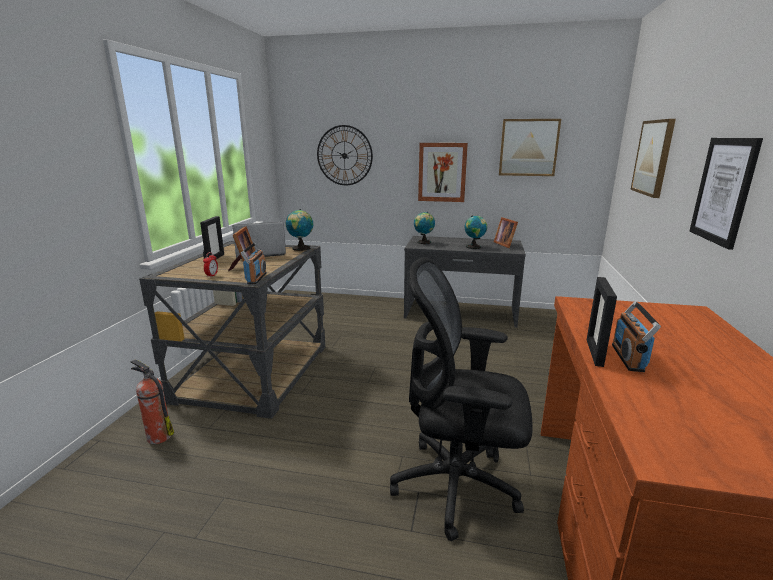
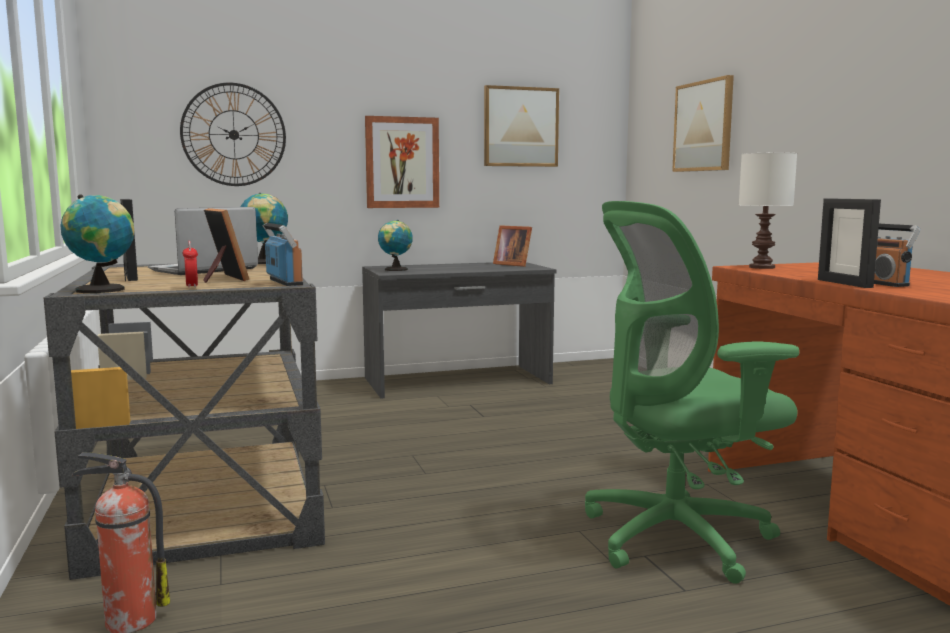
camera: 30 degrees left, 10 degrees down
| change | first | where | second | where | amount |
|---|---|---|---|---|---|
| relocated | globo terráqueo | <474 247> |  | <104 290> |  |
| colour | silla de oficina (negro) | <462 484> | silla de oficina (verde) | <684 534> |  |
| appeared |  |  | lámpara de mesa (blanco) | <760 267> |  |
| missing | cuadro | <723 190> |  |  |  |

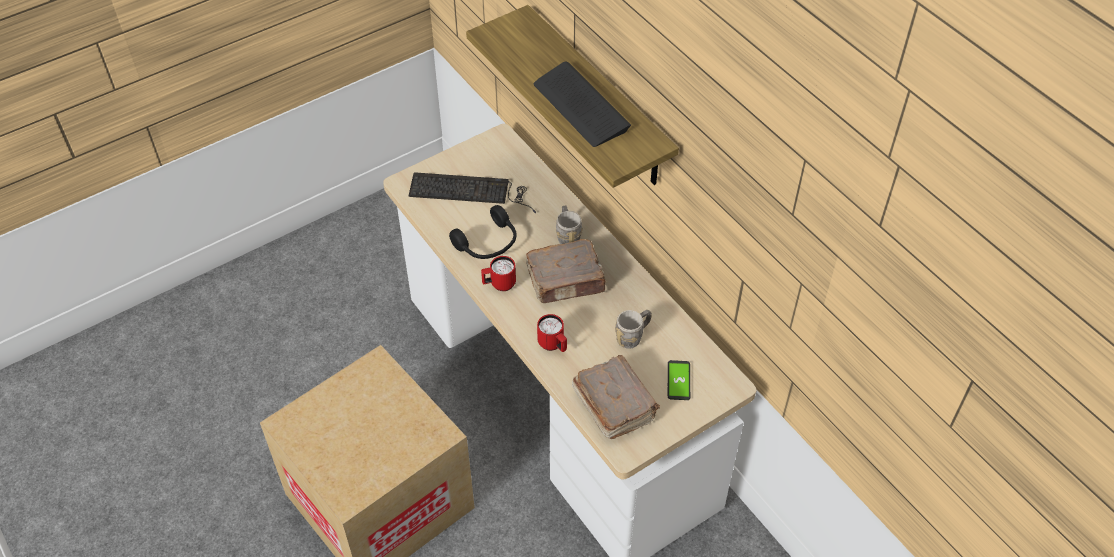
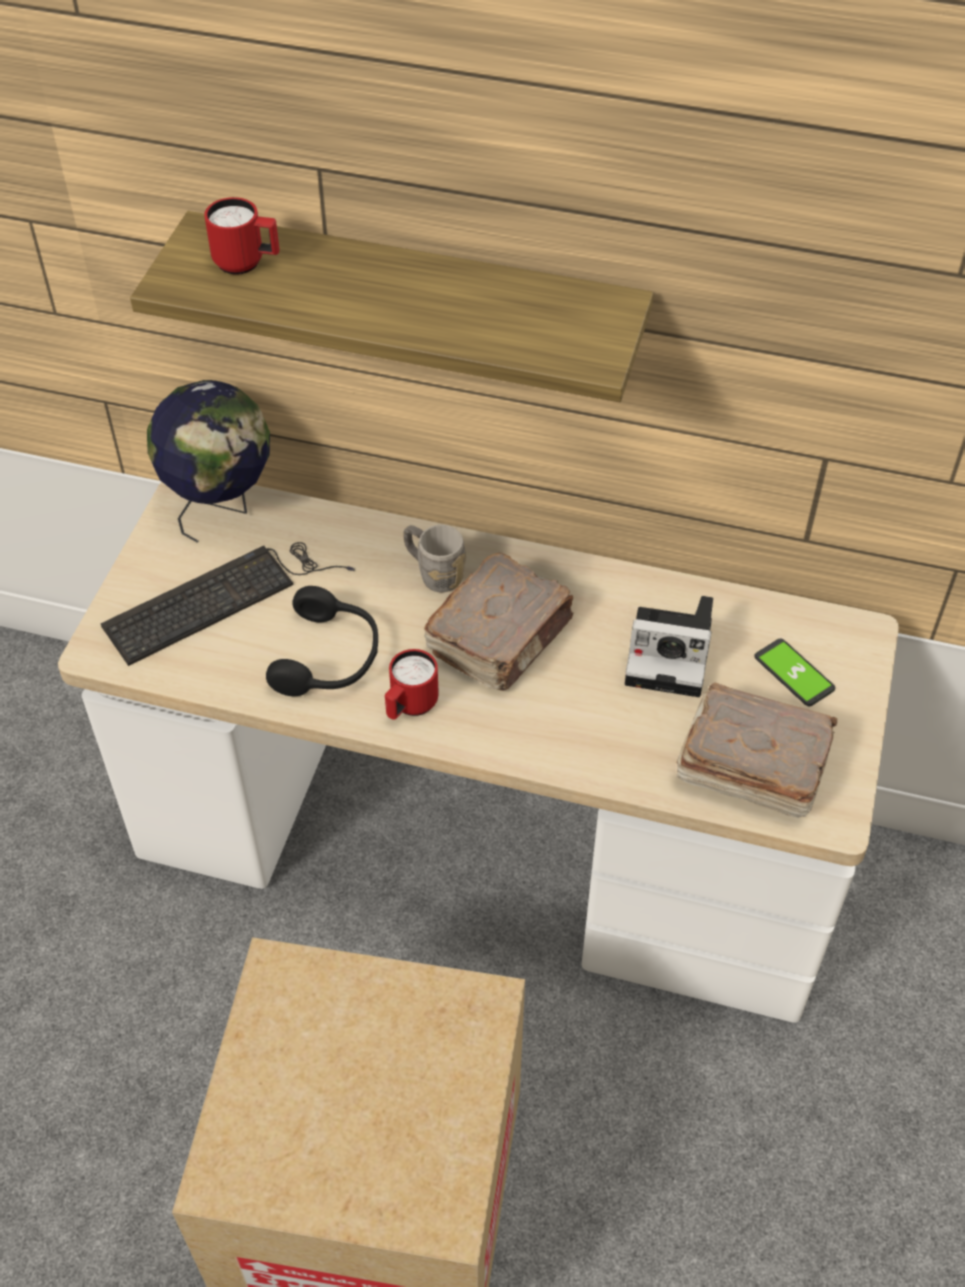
camera: 40 degrees left, 0 degrees up
| change | first | where | second | where | amount |
|---|---|---|---|---|---|
| appeared |  |  | globo terráqueo | <221 508> |  |
| relocated | taza grande (rojo) | <553 345> |  | <247 263> |  |
| exchanged | taza grande (gris) | <633 336> | cámara | <672 654> |  |
| missing | teclado | <580 106> |  |  |  |

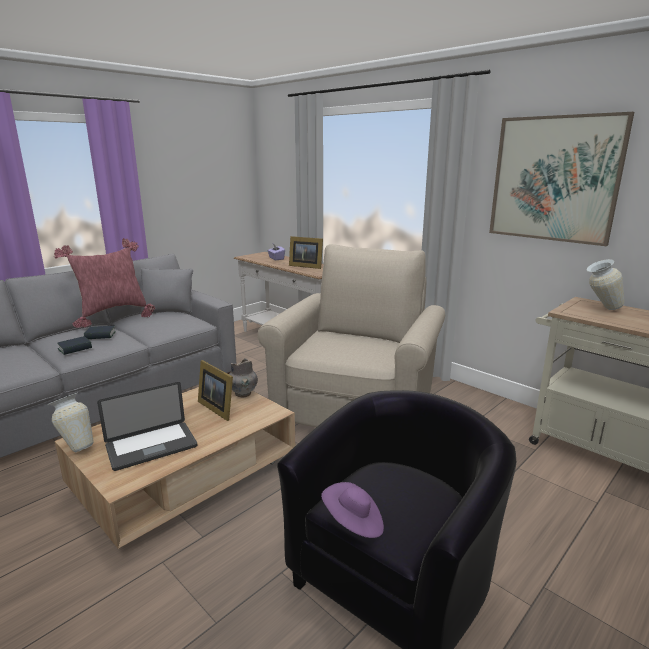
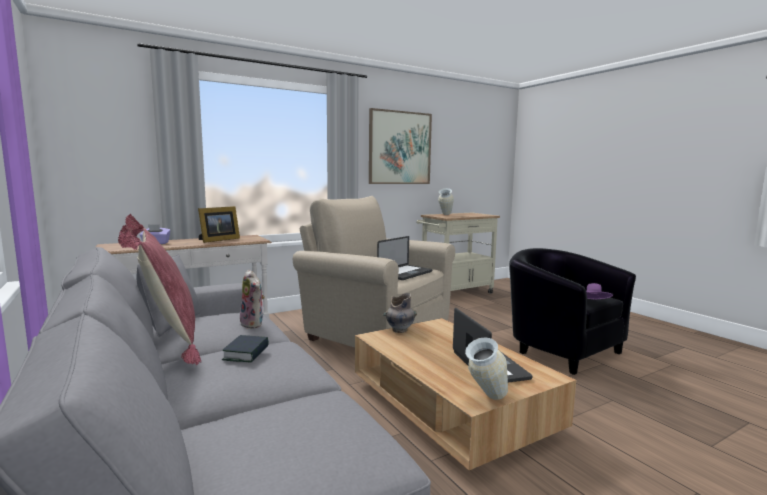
camera: 75 degrees left, 10 degrees down
| change | first | where | second | where | amount |
|---|---|---|---|---|---|
| appeared |  |  | peluche | <254 324> |  |
| appeared |  |  | portátil | <405 273> |  |
| missing | libro | <75 348> |  |  |  |
| missing | portarretratos | <217 407> |  |  |  |

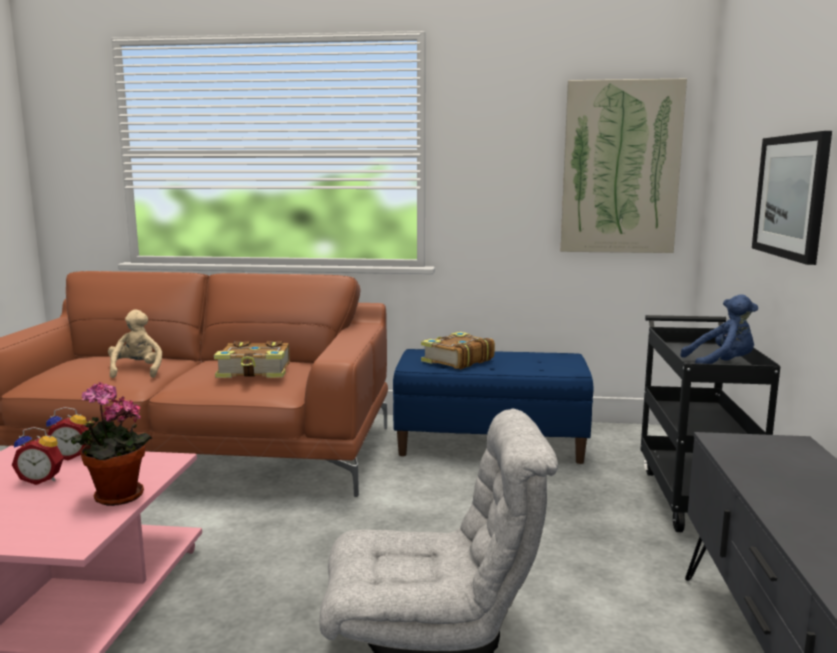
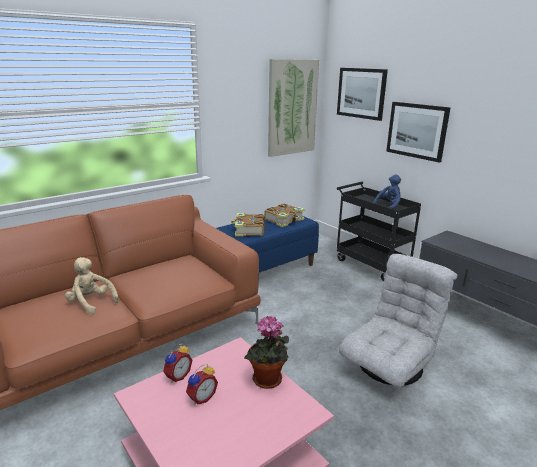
camera: 45 degrees left, 10 degrees up
| change | first | where | second | where | amount |
|---|---|---|---|---|---|
| relocated | libro | <255 371> |  | <284 220> |  |
| appeared |  |  | cuadro | <361 93> |  |

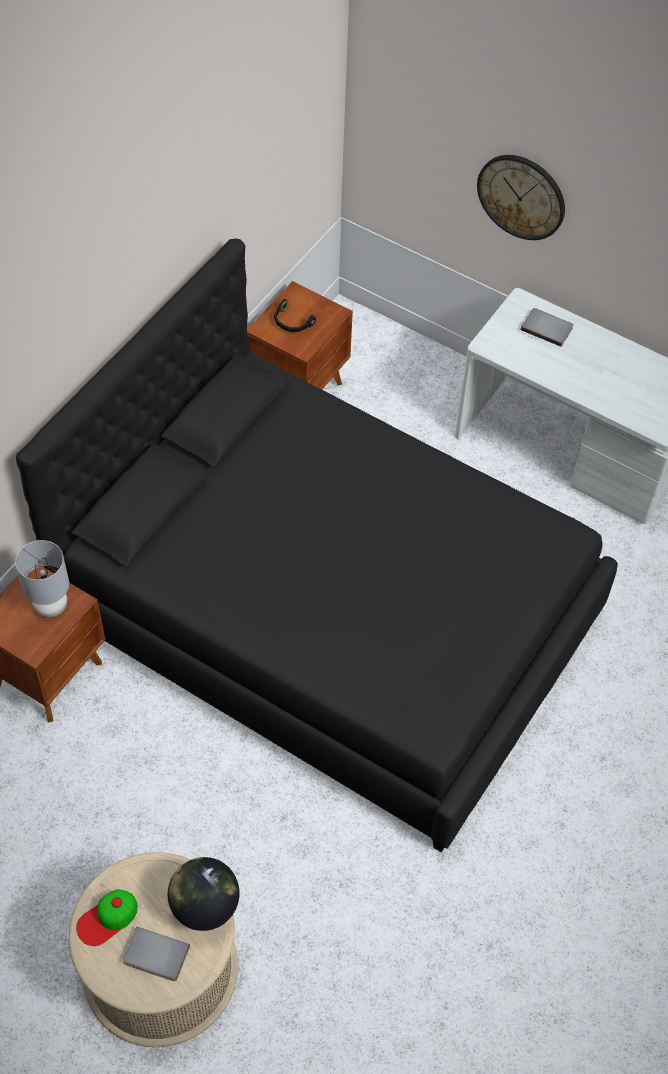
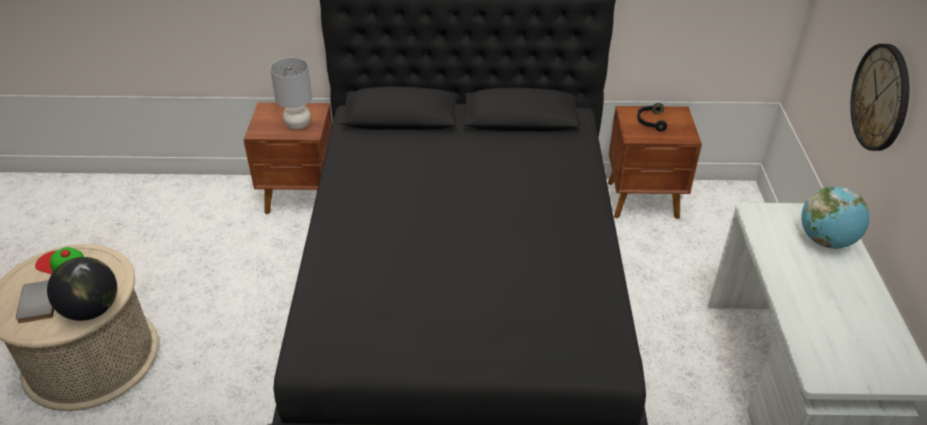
camera: 60 degrees right, 15 degrees down
| change | first | where | second | where | amount |
|---|---|---|---|---|---|
| exchanged | libro (gris) | <547 327> | globo terráqueo | <826 241> |  |

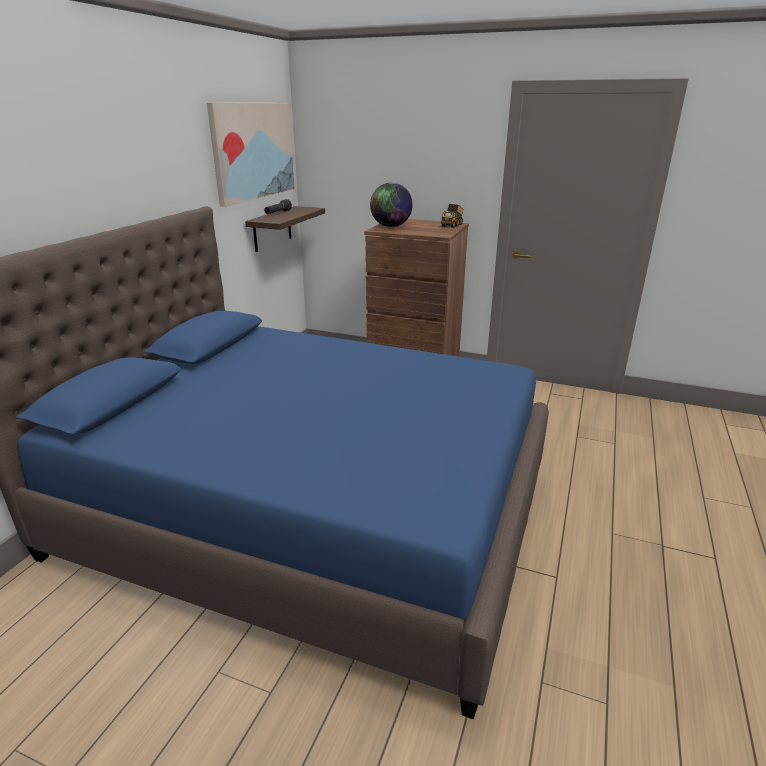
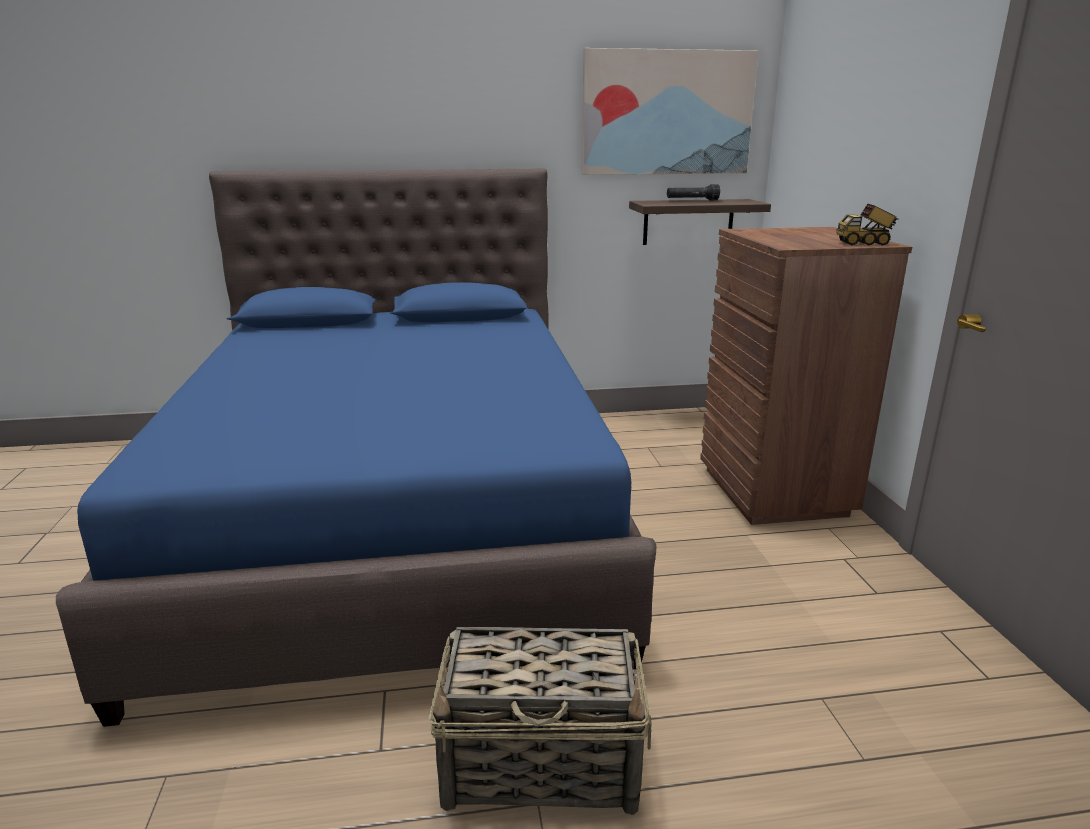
camera: 60 degrees right, 5 degrees down
| change | first | where | second | where | amount |
|---|---|---|---|---|---|
| appeared |  |  | cesta | <543 764> |  |
| missing | globo terráqueo | <391 226> |  |  |  |

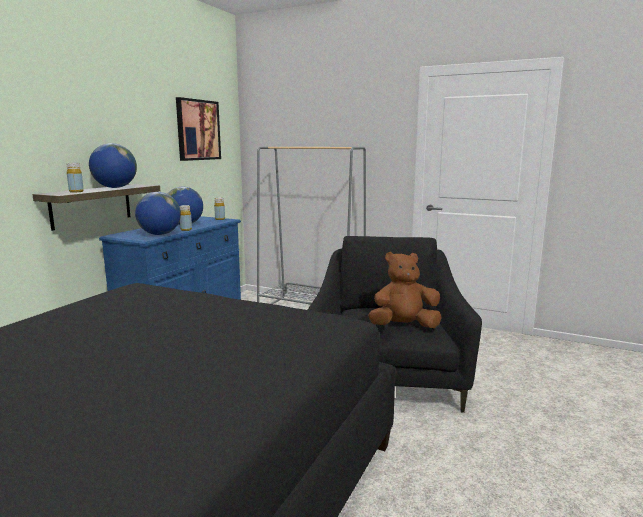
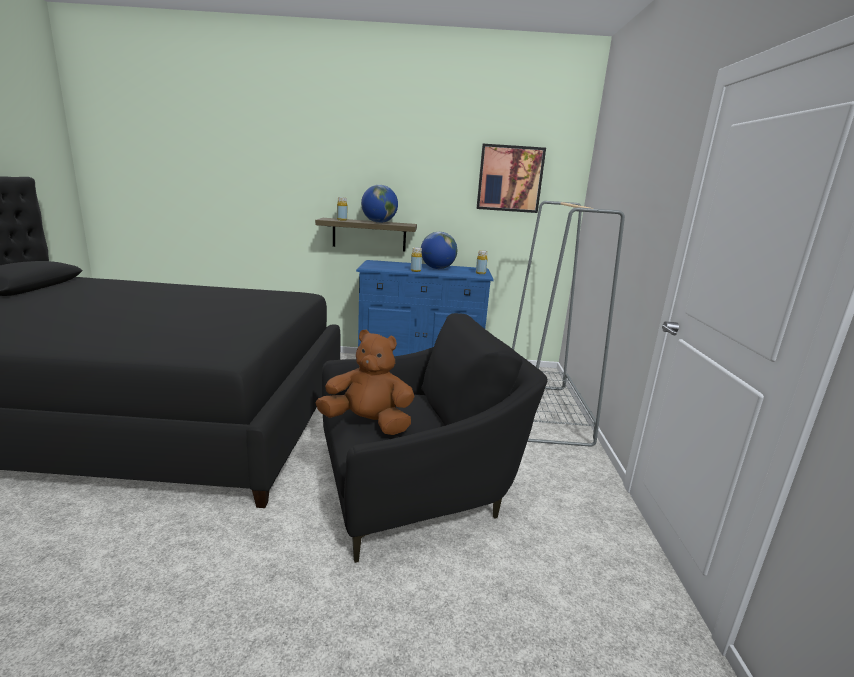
camera: 65 degrees right, 5 degrees up
| change | first | where | second | where | amount |
|---|---|---|---|---|---|
| spun | peluche (marrón) | <403 326> |  | <368 424> | 45 degrees counterclockwise |
| missing | globo terráqueo | <160 234> |  |  |  |

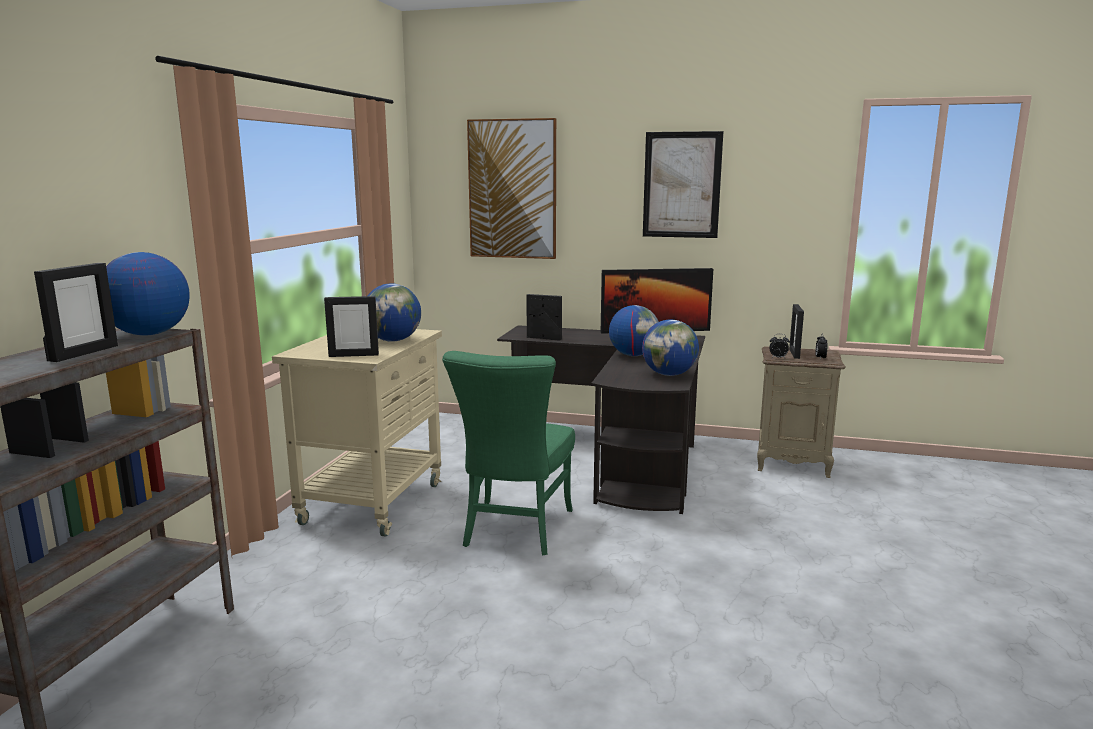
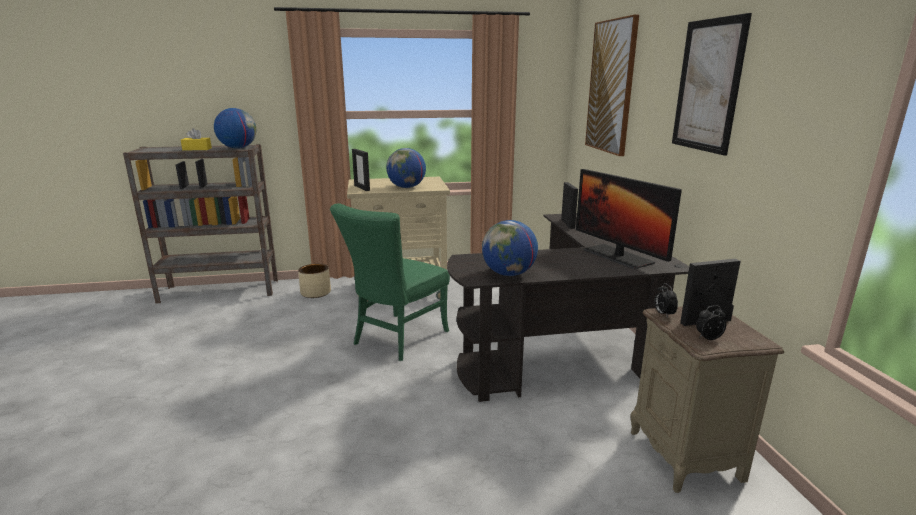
camera: 65 degrees right, 5 degrees up
| change | first | where | second | where | amount |
|---|---|---|---|---|---|
| exchanged | portarretratos | <84 353> | caja de pañuelos (amarillo) | <197 149> |  |
| appeared |  |  | maceta (beis) | <315 293> |  |
| spun | silla (verde) | <514 530> |  | <396 339> | 45 degrees counterclockwise |
| missing | globo terráqueo | <633 355> |  |  |  |

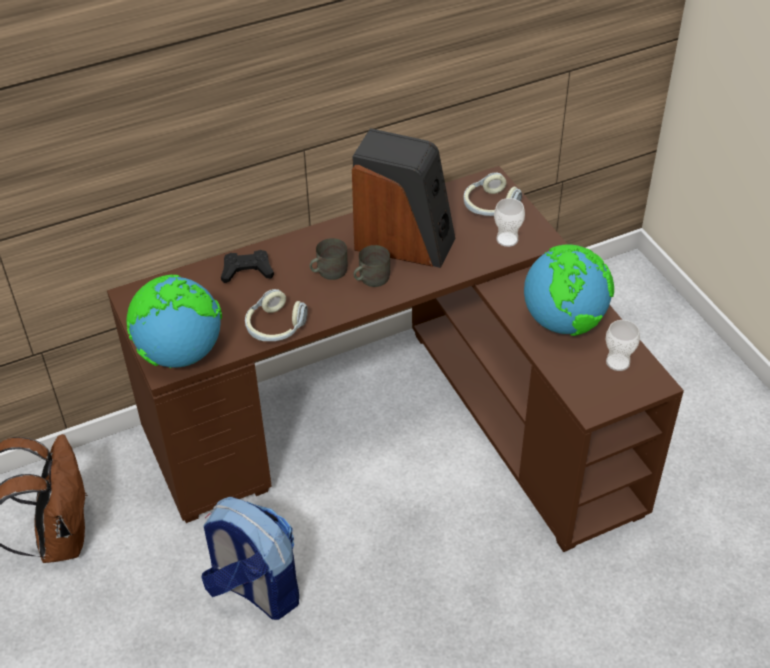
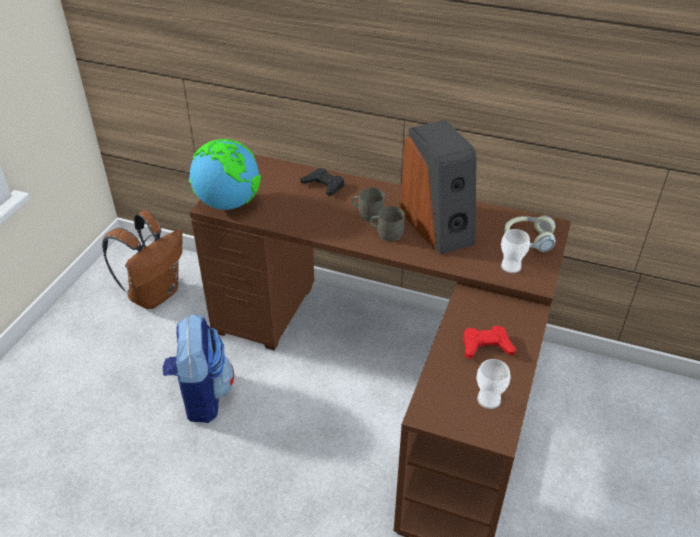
camera: 45 degrees right, 5 degrees down
| change | first | where | second | where | amount |
|---|---|---|---|---|---|
| exchanged | globo terráqueo | <564 321> | mando de consola (rojo) | <486 346> |  |
| missing | auriculares | <275 327> |  |  |  |

